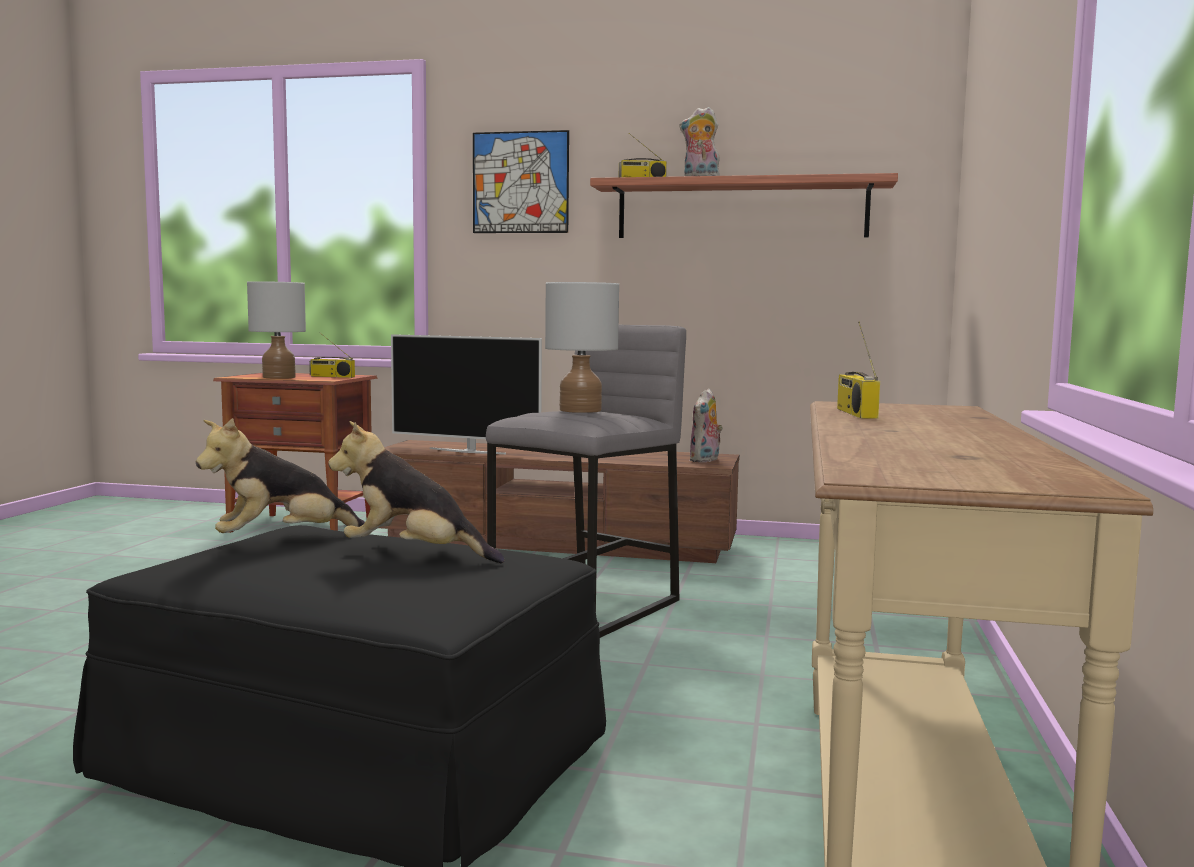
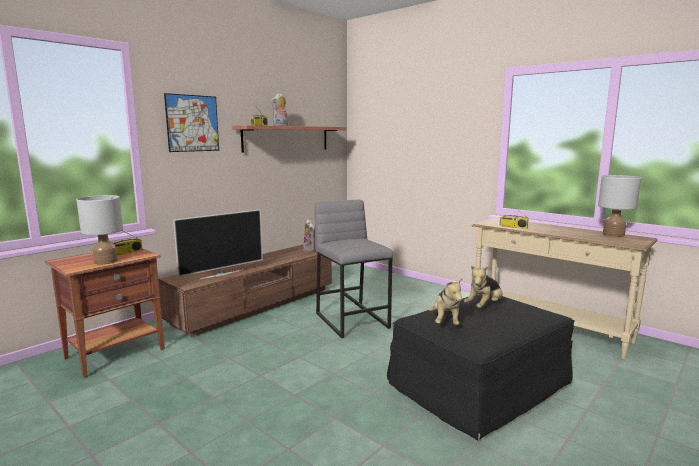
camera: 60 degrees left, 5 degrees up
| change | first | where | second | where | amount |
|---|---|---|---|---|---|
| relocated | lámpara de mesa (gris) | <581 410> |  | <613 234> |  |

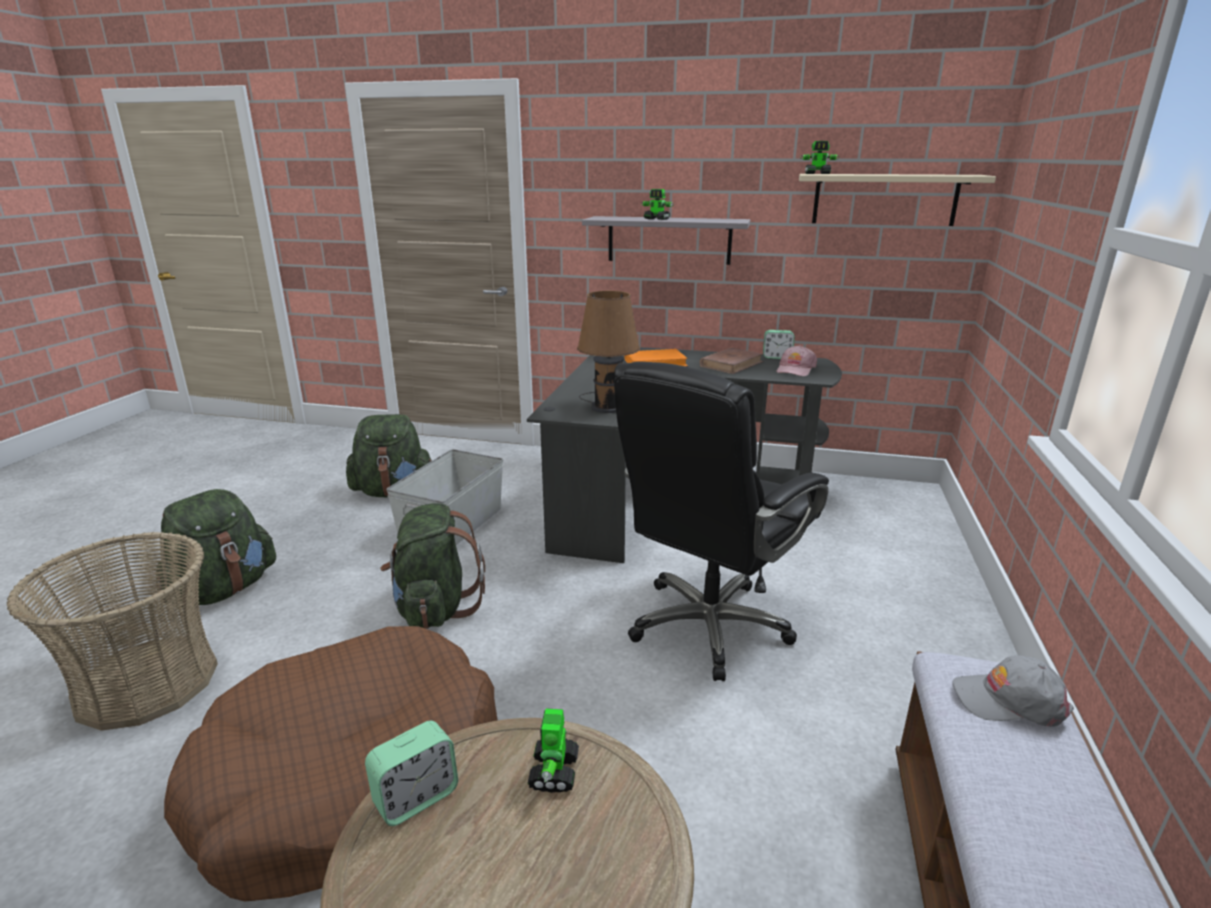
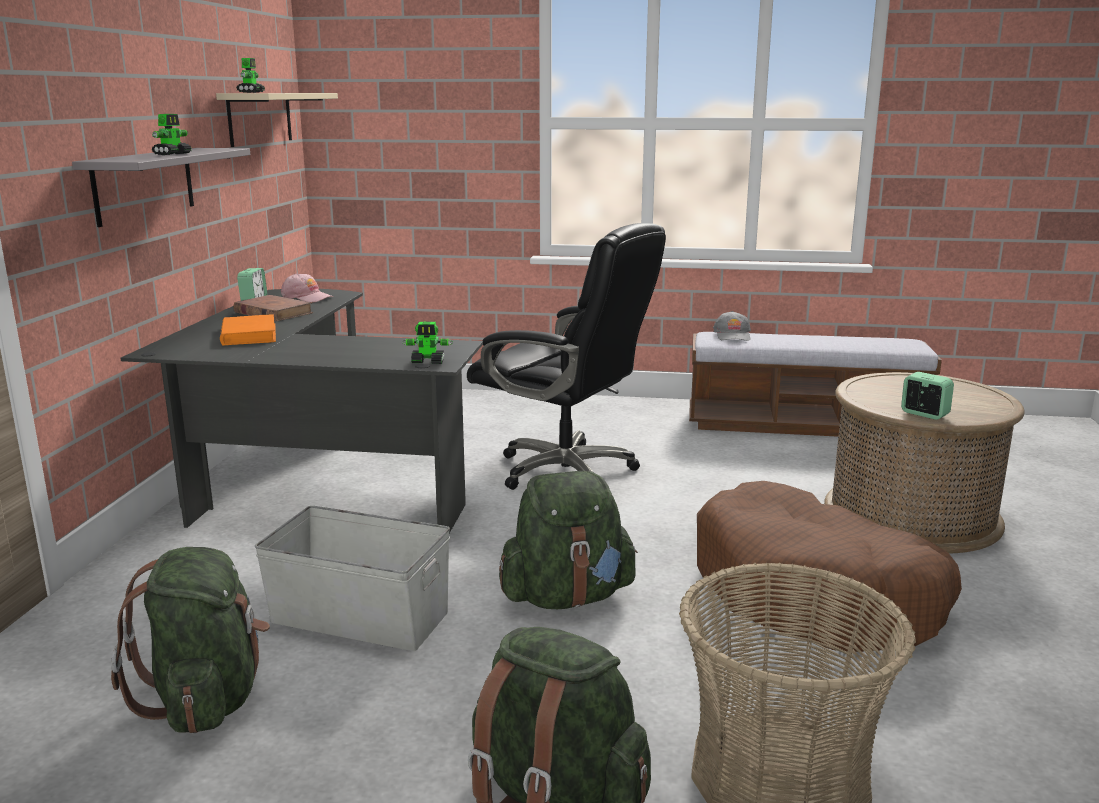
camera: 95 degrees left, 5 degrees down
| change | first | where | second | where | amount |
|---|---|---|---|---|---|
| relocated | robot de juguete | <554 772> |  | <428 362> |  |
| missing | lámpara de mesa (marrón) | <607 405> |  |  |  |

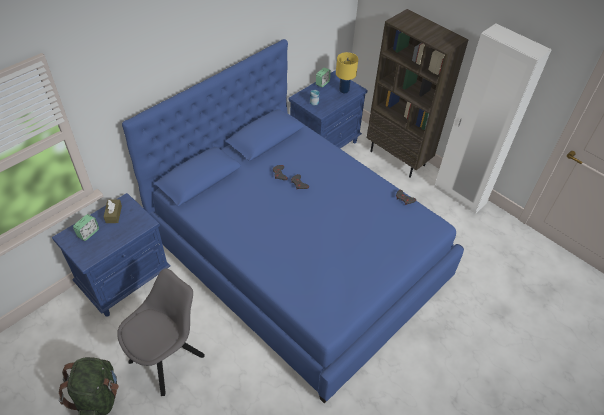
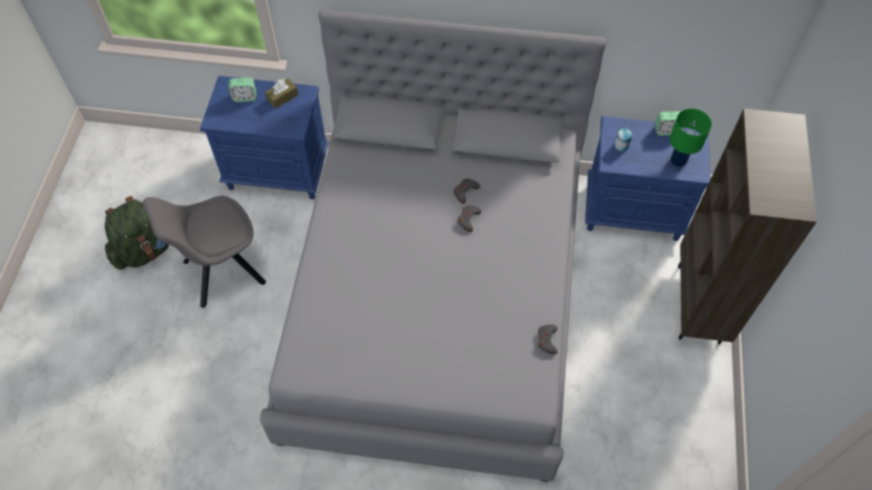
camera: 55 degrees right, 10 degrees up
| change | first | where | second | where | amount |
|---|---|---|---|---|---|
| spun | silla (gris) | <167 359> |  | <223 272> | 150 degrees clockwise |
| colour | cama (azul) | <298 258> | cama (gris) | <436 300> |  |
| colour | lámpara de mesa (amarillo) | <344 90> | lámpara de mesa (verde) | <679 161> |  |
| missing | armario ropero (blanco) | <459 195> |  |  |  |

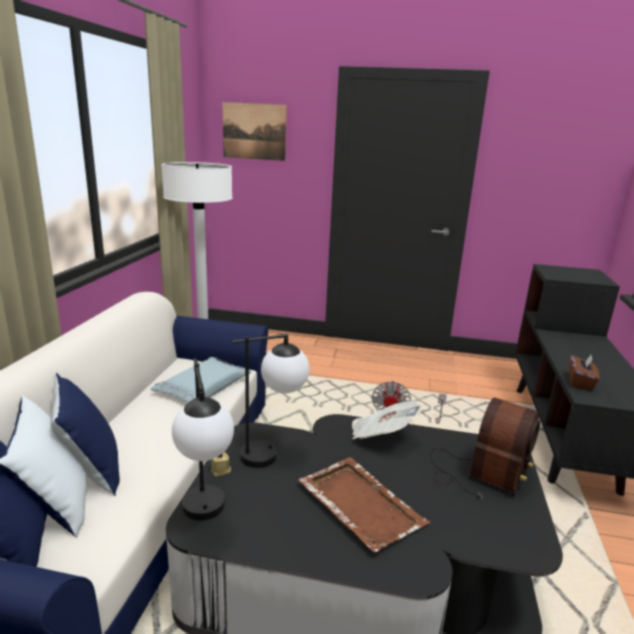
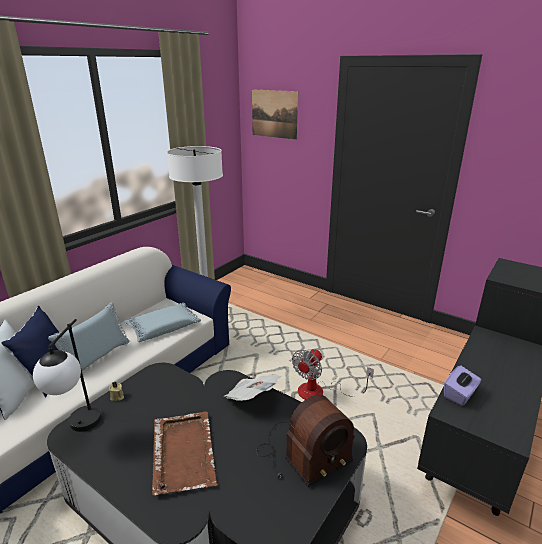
camera: 25 degrees right, 5 degrees up
| change | first | where | second | where | amount |
|---|---|---|---|---|---|
| appeared |  |  | cojín (azul) | <96 358> |  |
| colour | caja de pañuelos (marrón) | <580 382> | caja de pañuelos (morado) | <460 394> |  |
| missing | lámpara de mesa | <273 453> |  |  |  |

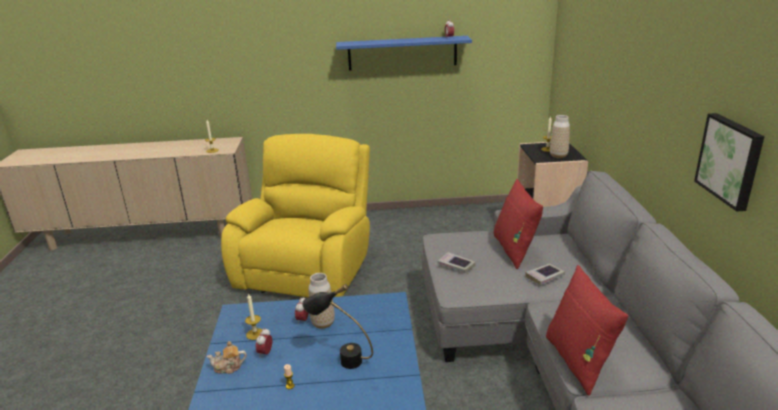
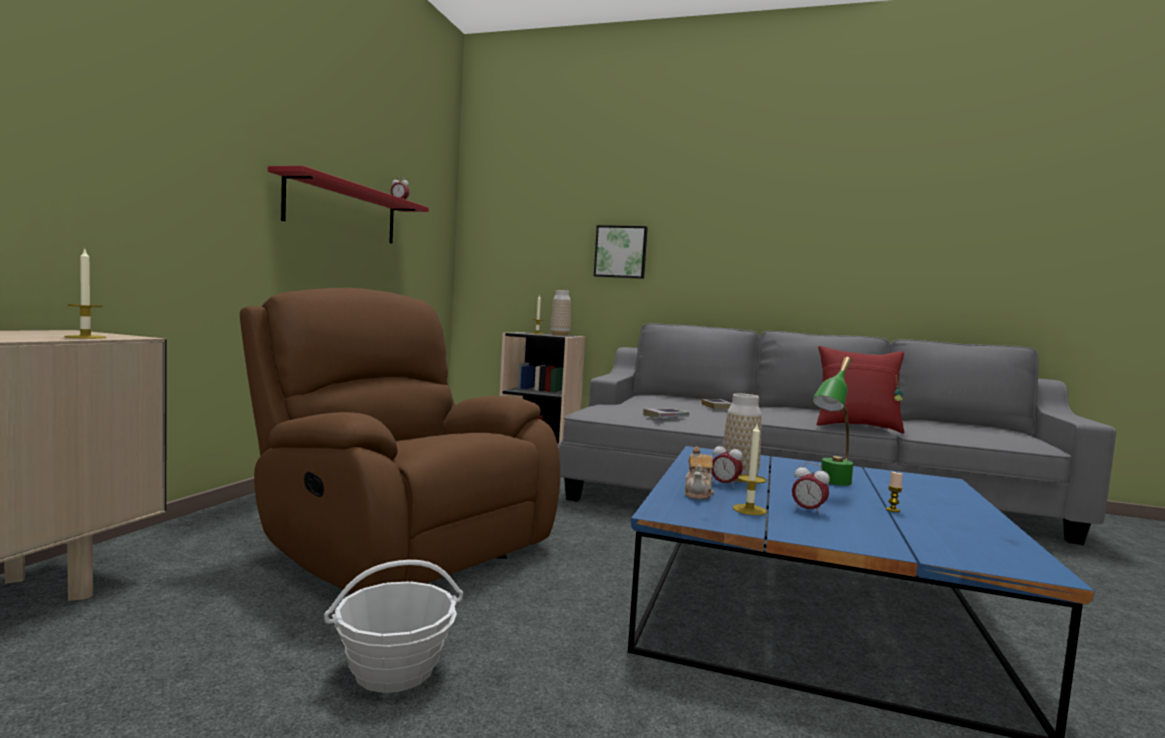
camera: 70 degrees left, 20 degrees down
| change | first | where | second | where | amount |
|---|---|---|---|---|---|
| colour | sillón (amarillo) | <307 270> | sillón (marrón) | <403 547> |  |
| colour | estante (azul) | <402 53> | estante (rojo) | <343 211> |  |
| appeared |  |  | cesta | <394 670> |  |
| relocated | cuadro | <730 160> |  | <621 252> |  |
| relocated | tetera | <228 367> |  | <698 493> |  |
| colour | lámpara de mesa (negro) | <341 359> | lámpara de mesa (verde) | <830 484> |  |
| missing | cojín (rojo) | <514 251> |  |  |  |

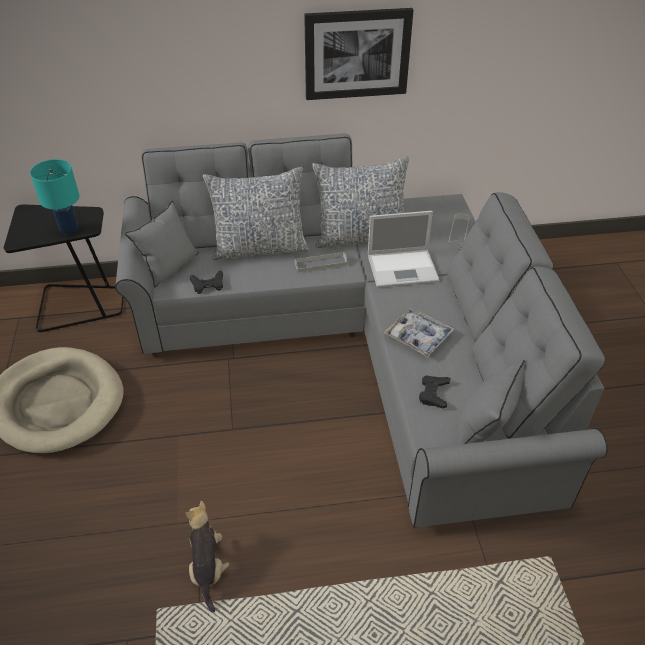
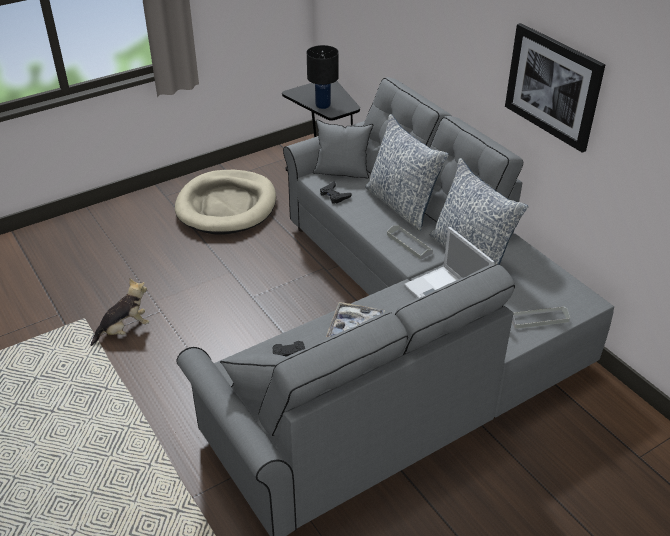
camera: 65 degrees right, 5 degrees down
| change | first | where | second | where | amount |
|---|---|---|---|---|---|
| colour | lámpara de mesa (turquesa) | <70 229> | lámpara de mesa (negro) | <324 106> |  |

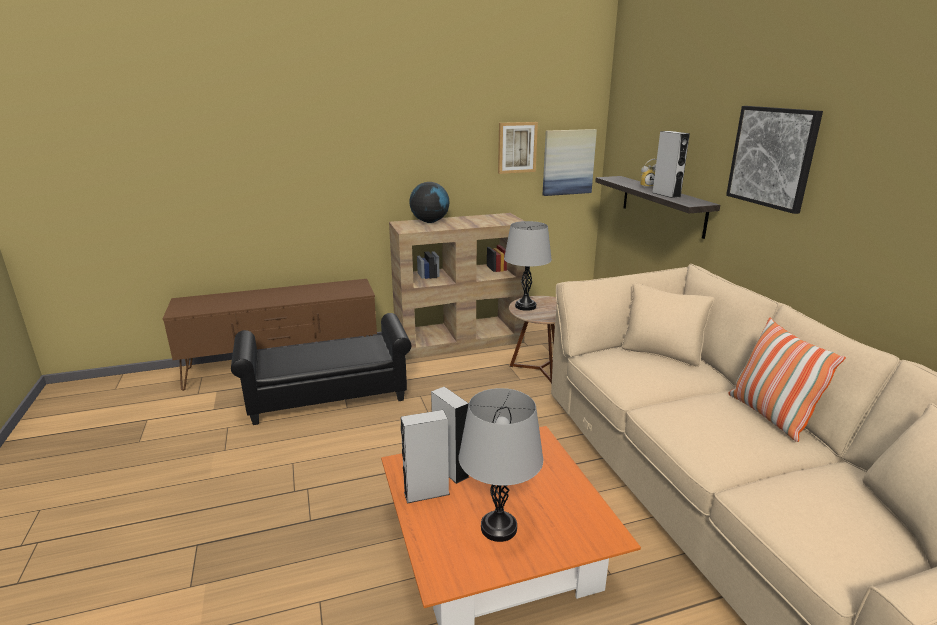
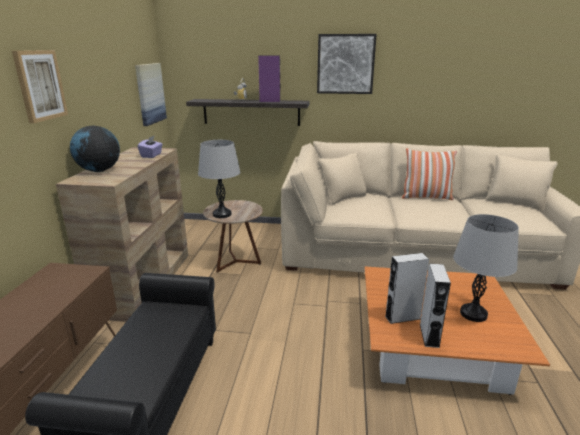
camera: 65 degrees left, 0 degrees up
| change | first | where | second | where | amount |
|---|---|---|---|---|---|
| relocated | cuadro | <517 147> |  | <40 85> |  |
| appeared |  |  | caja de pañuelos (morado) | <151 155> |  |
| colour | altavoz (gris) | <666 194> | altavoz (morado) | <269 101> |  |

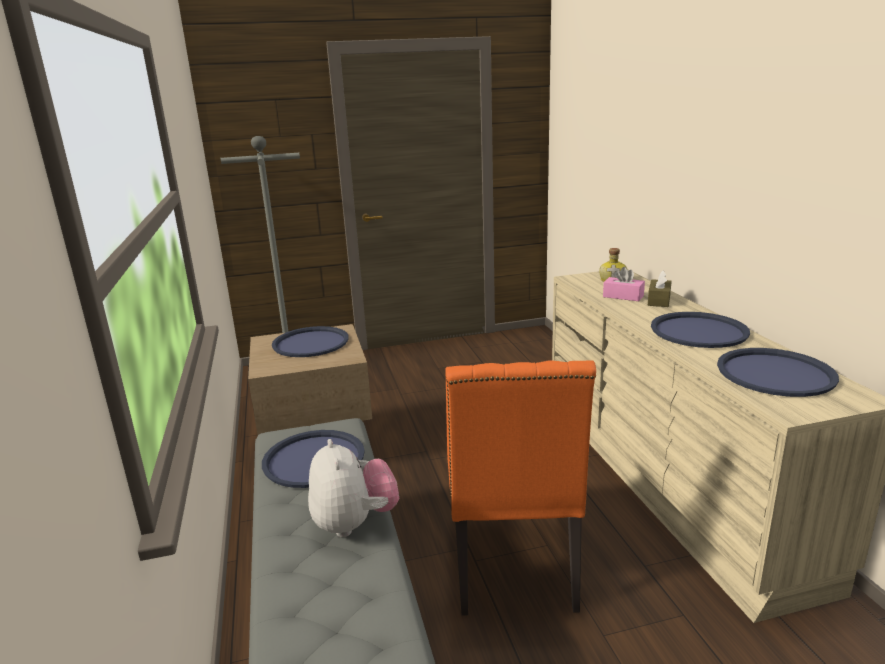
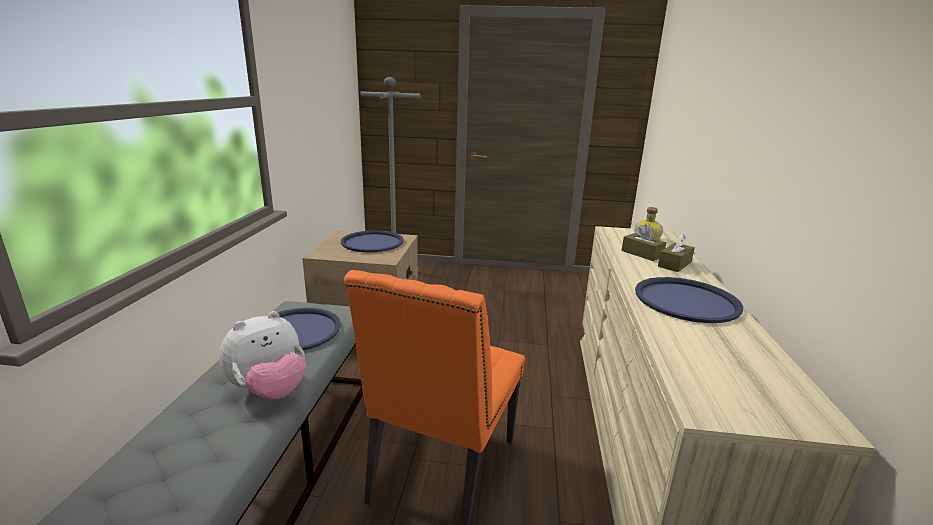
camera: 20 degrees right, 0 degrees up
| change | first | where | second | where | amount |
|---|---|---|---|---|---|
| spun | peluche | <354 523> |  | <270 391> | 45 degrees clockwise |
| colour | caja de pañuelos (rosa) | <623 296> | caja de pañuelos (marrón) | <642 254> |  |
| missing | bandeja (azul) | <775 373> |  |  |  |

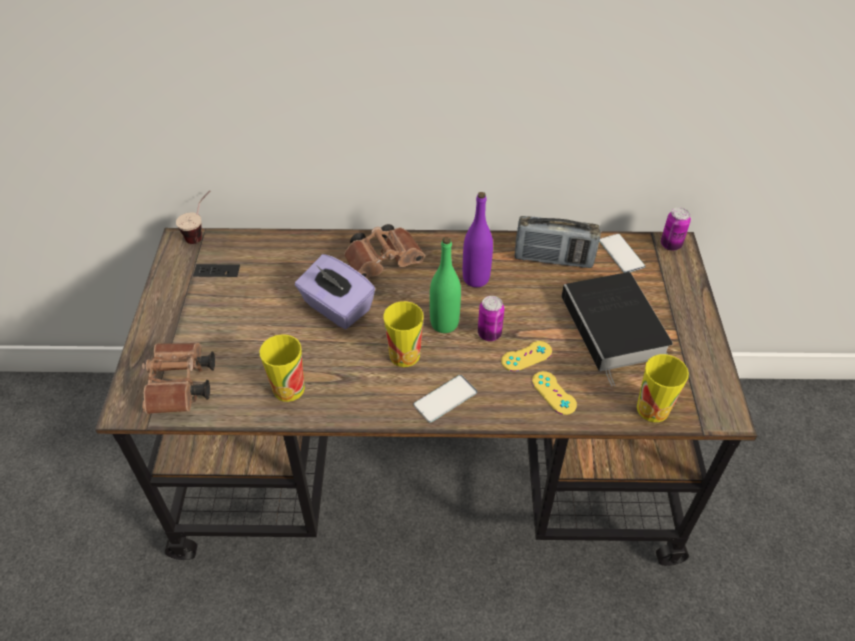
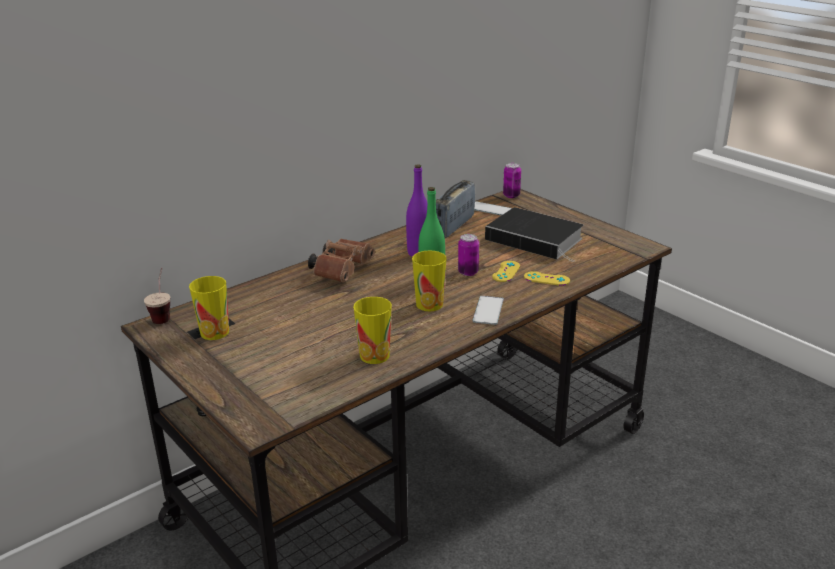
camera: 40 degrees left, 20 degrees down
| change | first | where | second | where | amount |
|---|---|---|---|---|---|
| relocated | taza | <652 409> |  | <214 332> |  |
| spun | radio | <553 259> |  | <454 226> | 150 degrees clockwise |
| missing | prismáticos (marrón) | <181 388> |  |  |  |
| missing | caja de pañuelos (morado) | <336 308> |  |  |  |

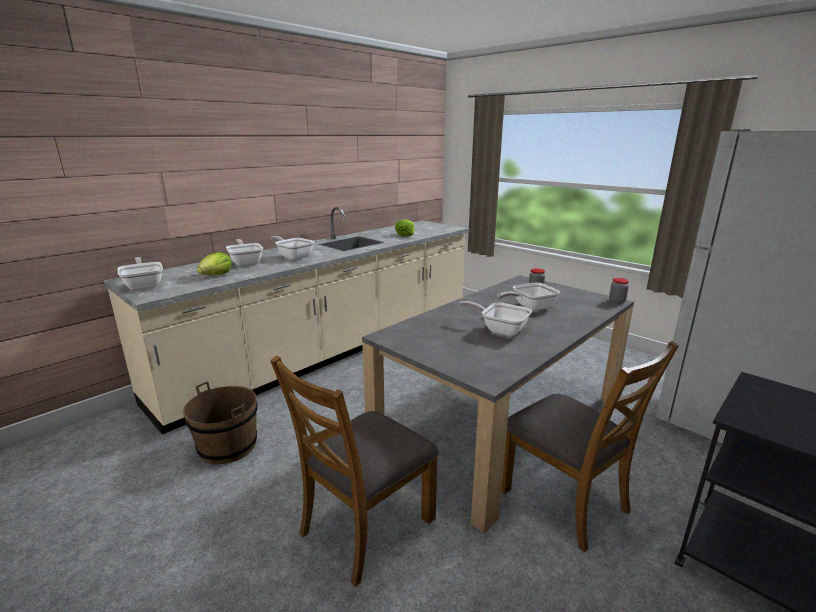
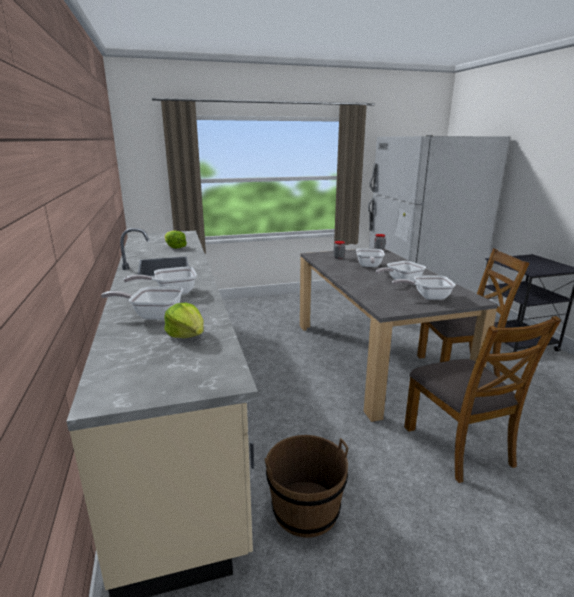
camera: 60 degrees left, 0 degrees up
| change | first | where | second | where | amount |
|---|---|---|---|---|---|
| relocated | sartén | <144 285> |  | <427 297> |  |

